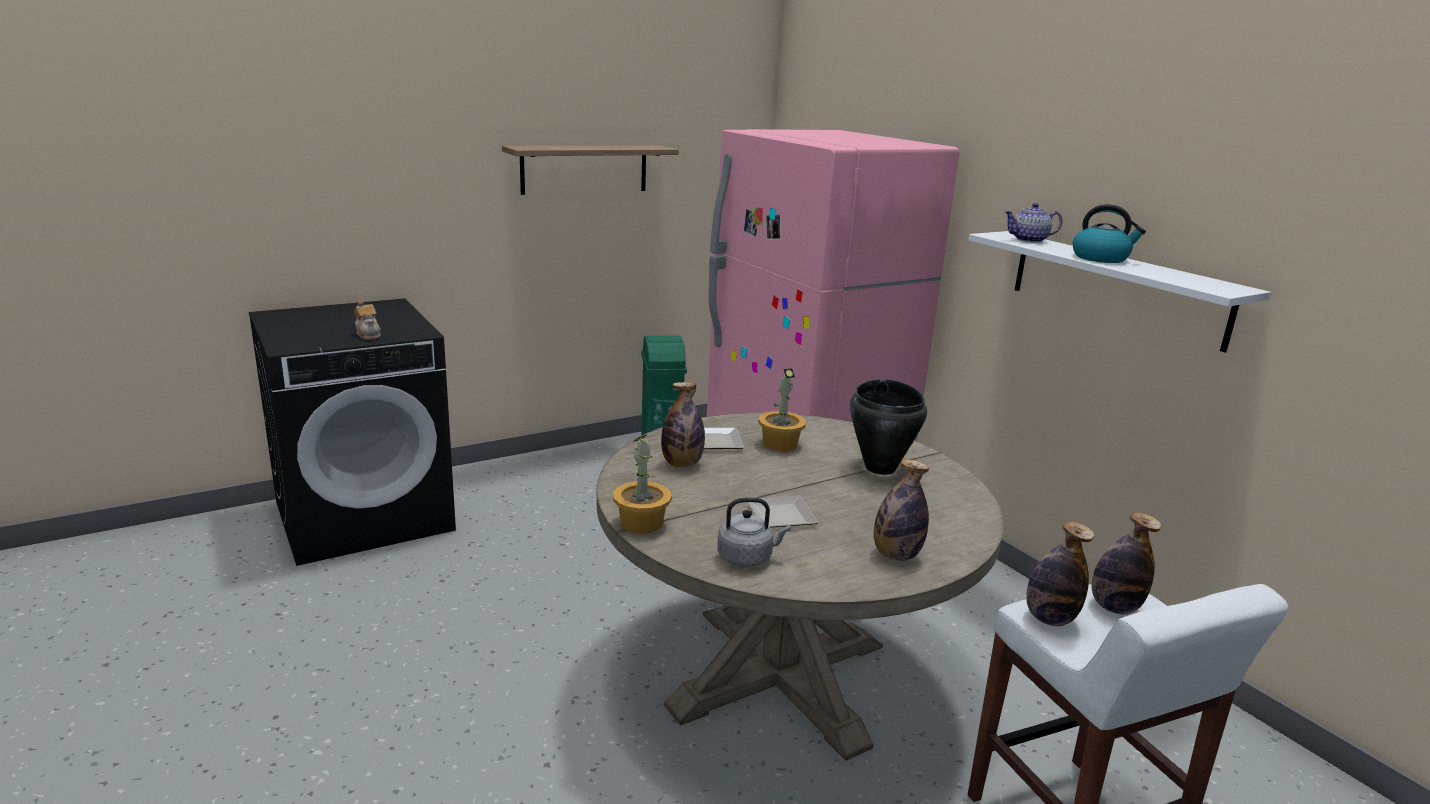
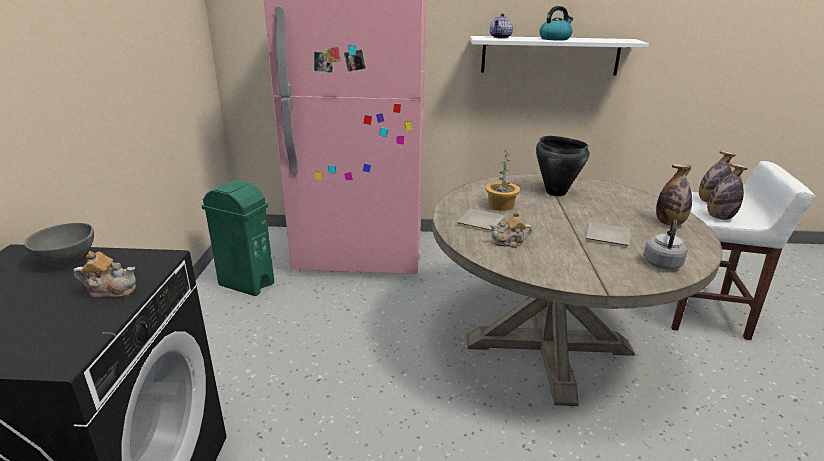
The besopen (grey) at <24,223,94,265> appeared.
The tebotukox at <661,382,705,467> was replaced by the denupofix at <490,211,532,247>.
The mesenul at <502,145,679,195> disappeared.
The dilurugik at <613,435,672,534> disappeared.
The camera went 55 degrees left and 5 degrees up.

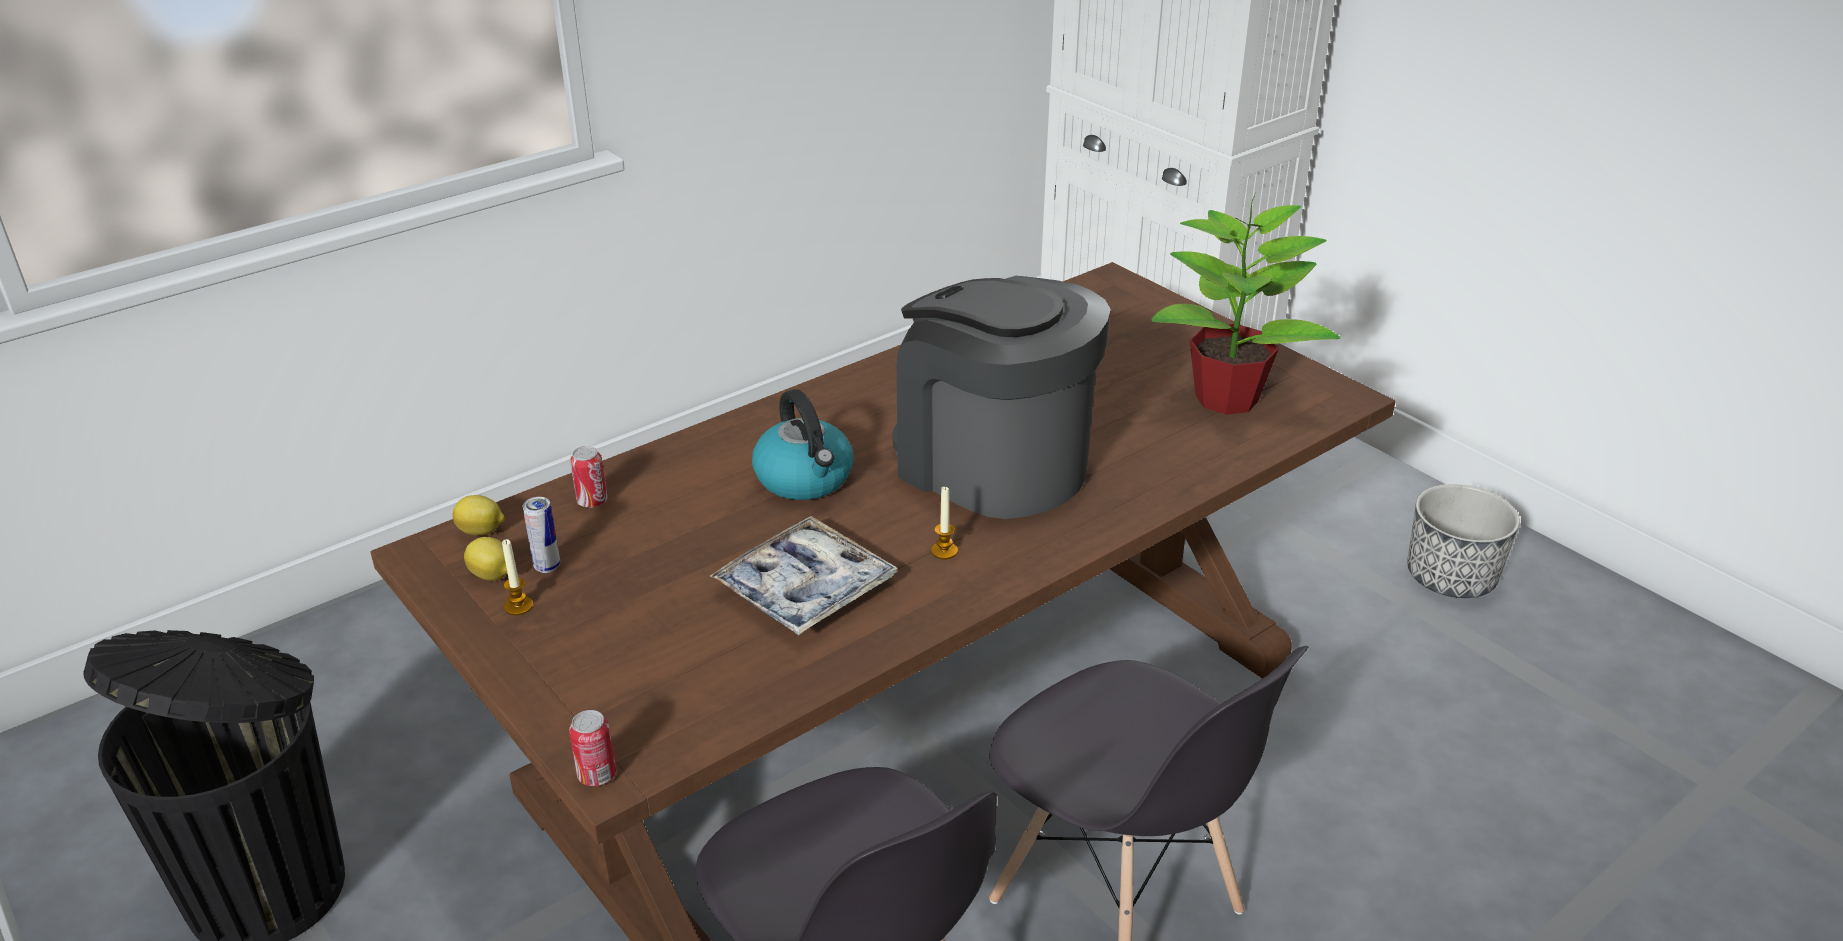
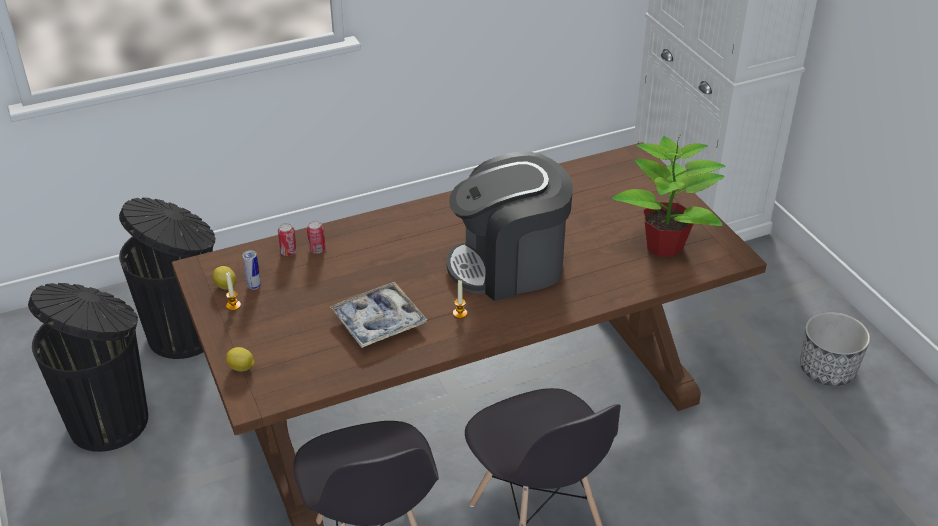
The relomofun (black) at <119,198,215,359> appeared.
The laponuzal moved from <452,495,505,535> to <226,347,255,371>.
The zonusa moved from <569,710,616,786> to <307,221,326,254>.
The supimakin at <892,276,1111,519> turned 75 degrees counterclockwise.
The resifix at <752,389,853,500> disappeared.
The camera went 15 degrees right and 5 degrees up.

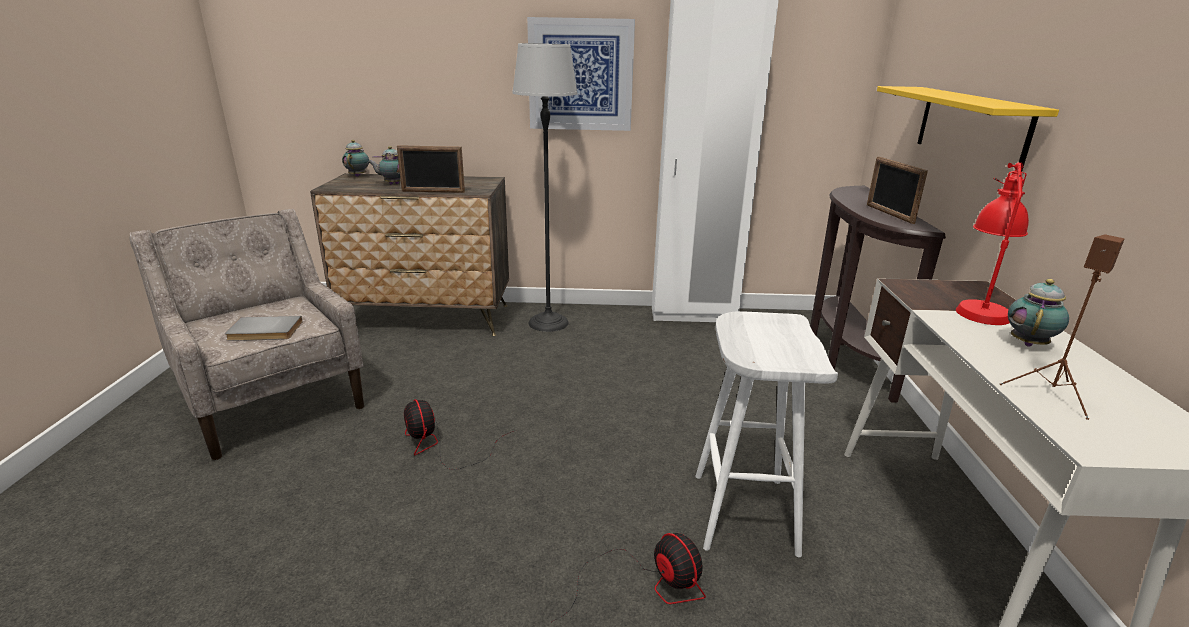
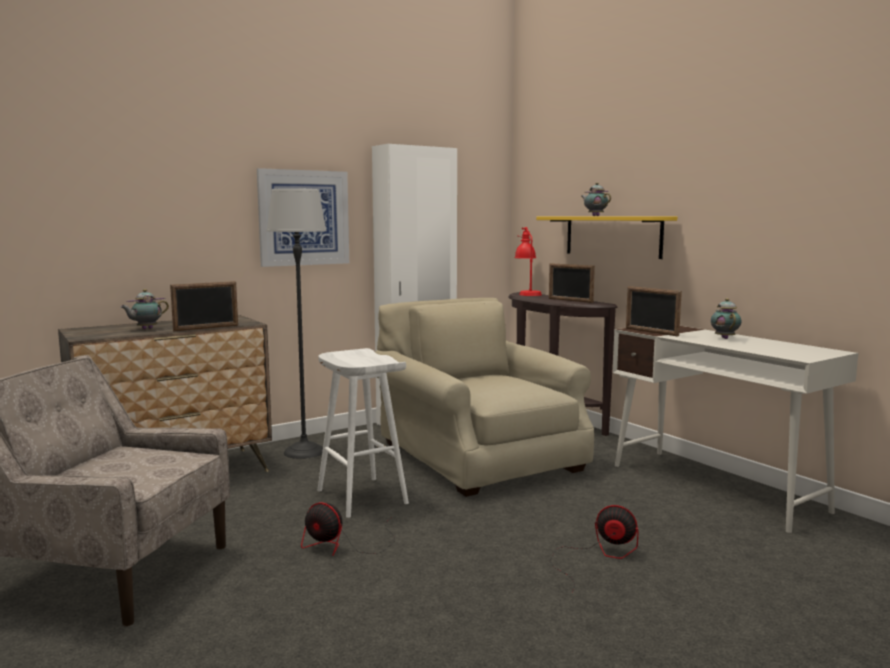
The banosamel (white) moved from <695,311,838,557> to <317,348,409,518>.
The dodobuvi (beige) at <375,298,594,497> appeared.
The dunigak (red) moved from <956,162,1029,325> to <515,227,542,296>.
The denupofix moved from <342,140,369,177> to <581,183,611,216>.
The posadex at <626,286,682,336> appeared.
The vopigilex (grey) at <225,316,303,341> disappeared.
The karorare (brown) at <999,234,1124,420> disappeared.
The camera went 35 degrees left and 15 degrees down.

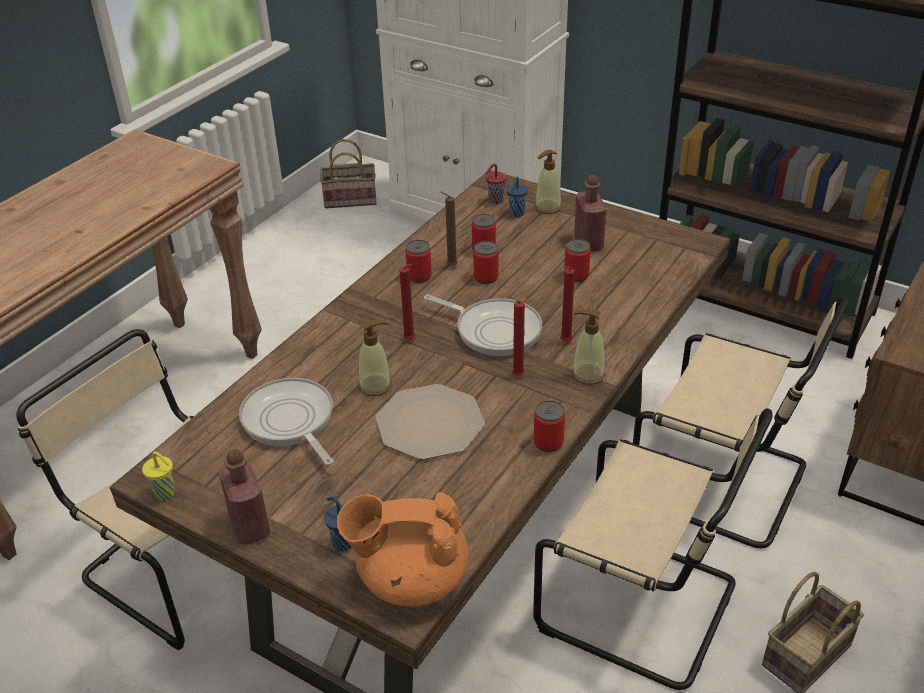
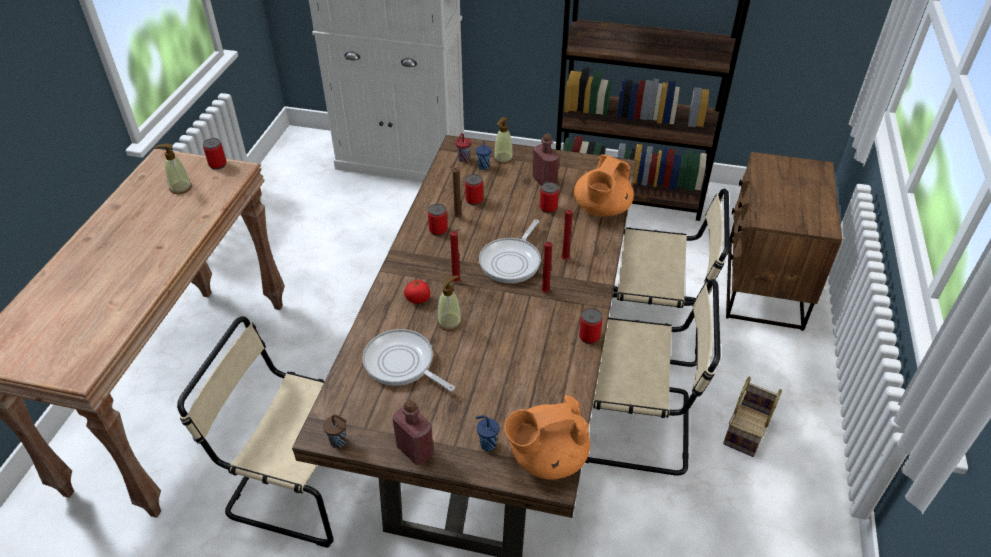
The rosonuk moved from <572,309,605,385> to <155,144,192,194>.
The zonusa moved from <473,241,498,284> to <203,138,226,170>.
The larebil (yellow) at <142,451,175,501> became the larebil (brown) at <323,414,347,448>.
The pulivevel at <404,278,430,303> appeared.
The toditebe at <424,294,542,356> turned 105 degrees clockwise.
The denupofix (orange) at <574,154,634,217> appeared.
The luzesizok at <320,139,377,209> disappeared.
The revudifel at <376,384,485,460> disappeared.
The camera went 20 degrees left and 5 degrees up.

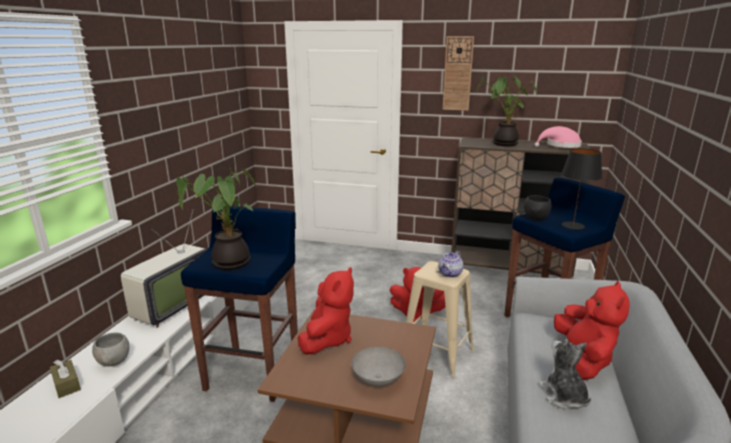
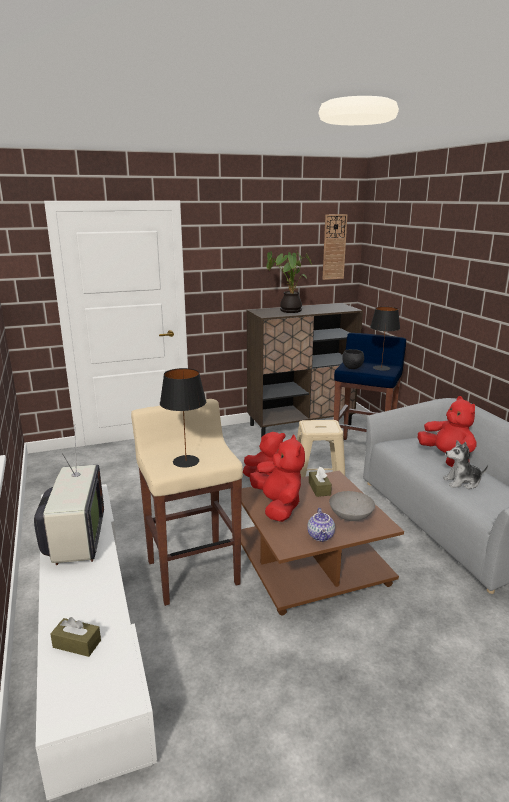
The banosamel (blue) at <181,206,298,402> became the banosamel (beige) at <131,399,243,606>.
The dilurugik at <176,166,256,270> was replaced by the dunigak (black) at <160,368,206,468>.
The denupofix moved from <438,251,463,278> to <307,508,335,542>.
The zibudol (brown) at <309,467,332,497> appeared.
The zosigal moved from <442,36,474,111> to <323,214,347,280>.
The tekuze at <539,339,591,409> turned 45 degrees counterclockwise.
The besopen (grey) at <92,333,129,366> disappeared.
The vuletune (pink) at <534,126,582,148> disappeared.
The camera went 35 degrees left and 0 degrees up.

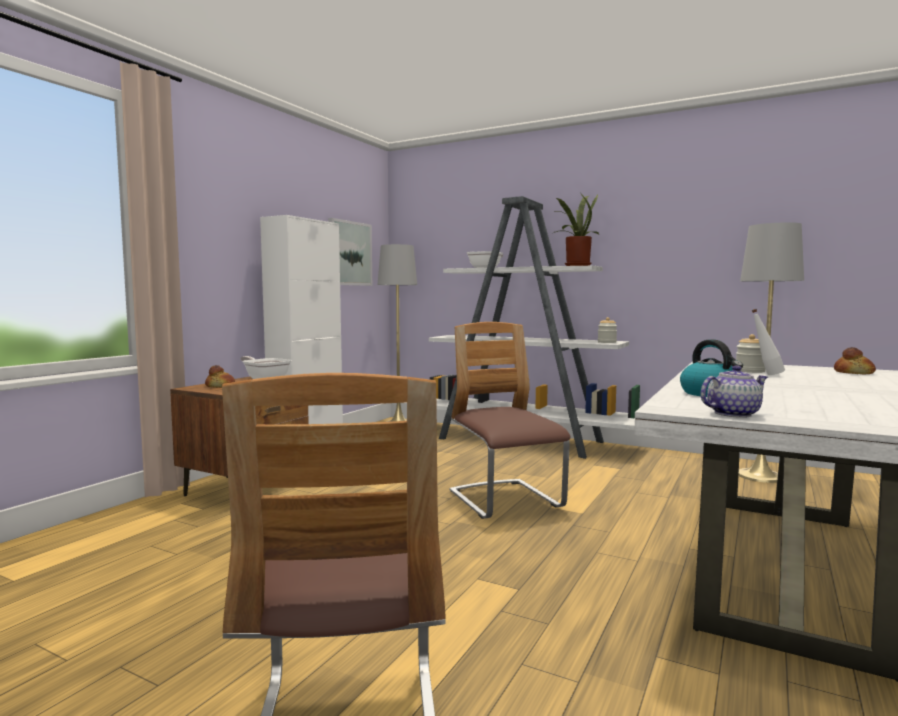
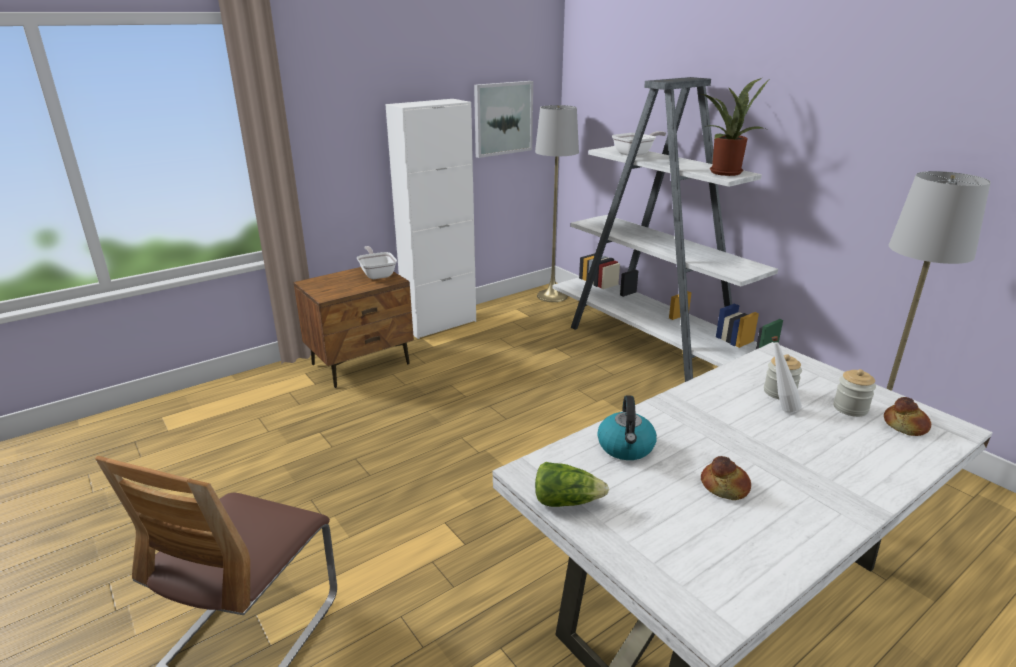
The denupofix at <700,365,768,418> was replaced by the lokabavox at <535,462,609,507>.
The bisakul moved from <205,365,235,388> to <701,456,751,500>.
The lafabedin moved from <598,317,617,343> to <834,369,876,417>.
The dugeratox at <449,322,571,519> disappeared.
The camera went 25 degrees right and 20 degrees up.

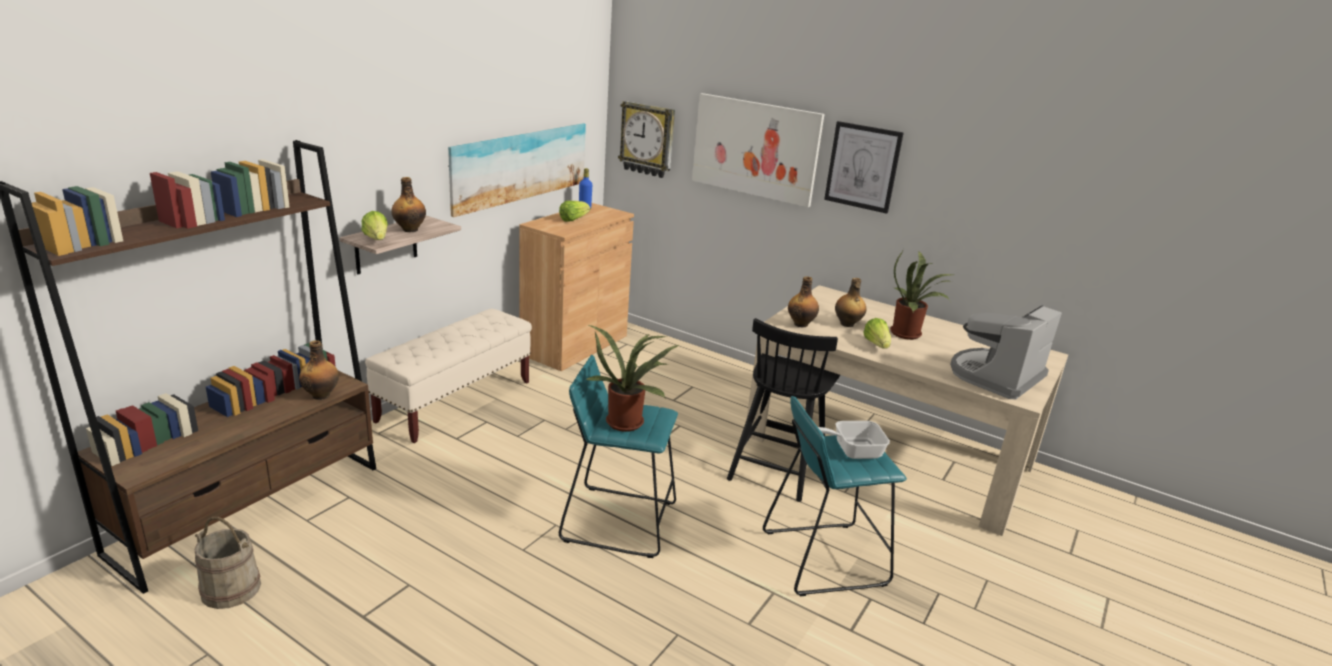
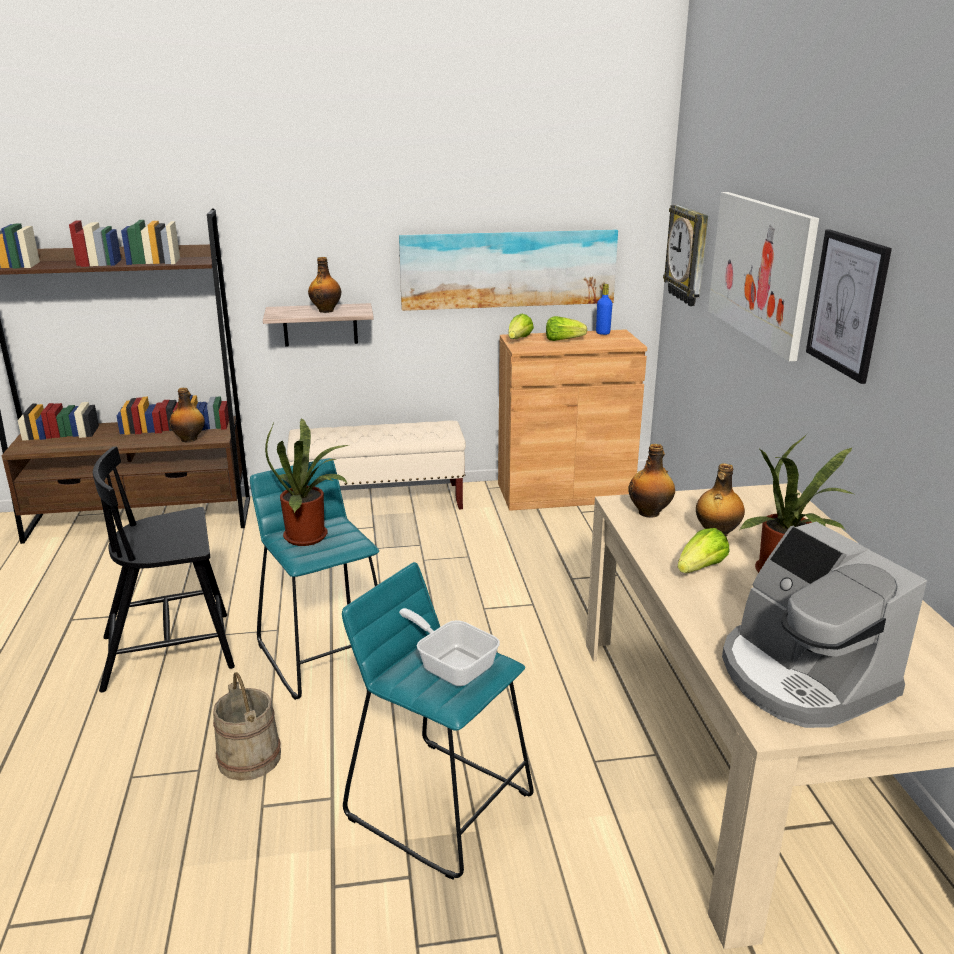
The dugeratox (black) moved from <727,318,840,502> to <93,447,235,692>.
The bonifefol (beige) moved from <194,517,261,609> to <213,672,281,781>.
The lokabavox moved from <362,211,388,240> to <508,314,534,339>.
The supimakin at <950,305,1062,399> turned 120 degrees counterclockwise.
The camera went 50 degrees right and 0 degrees up.

